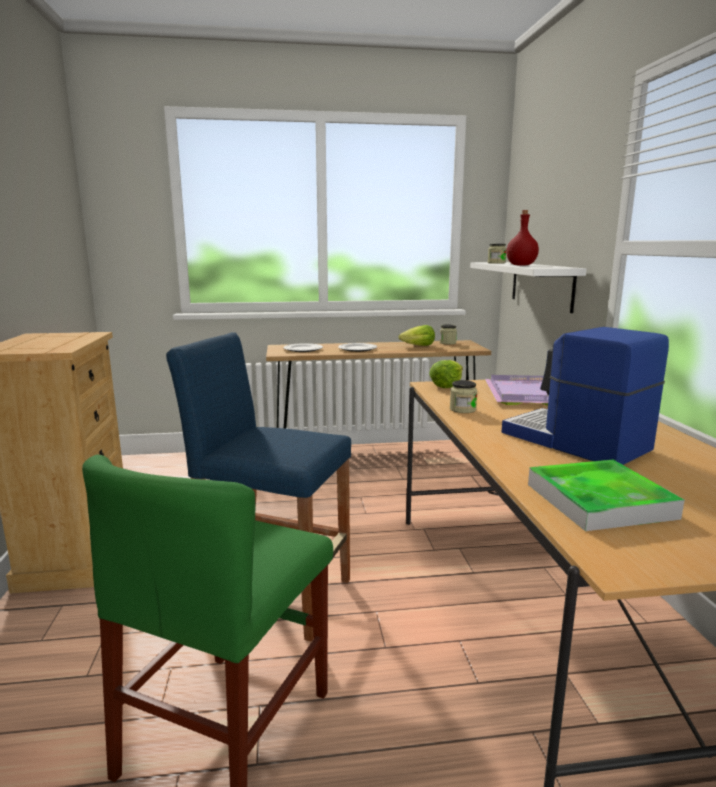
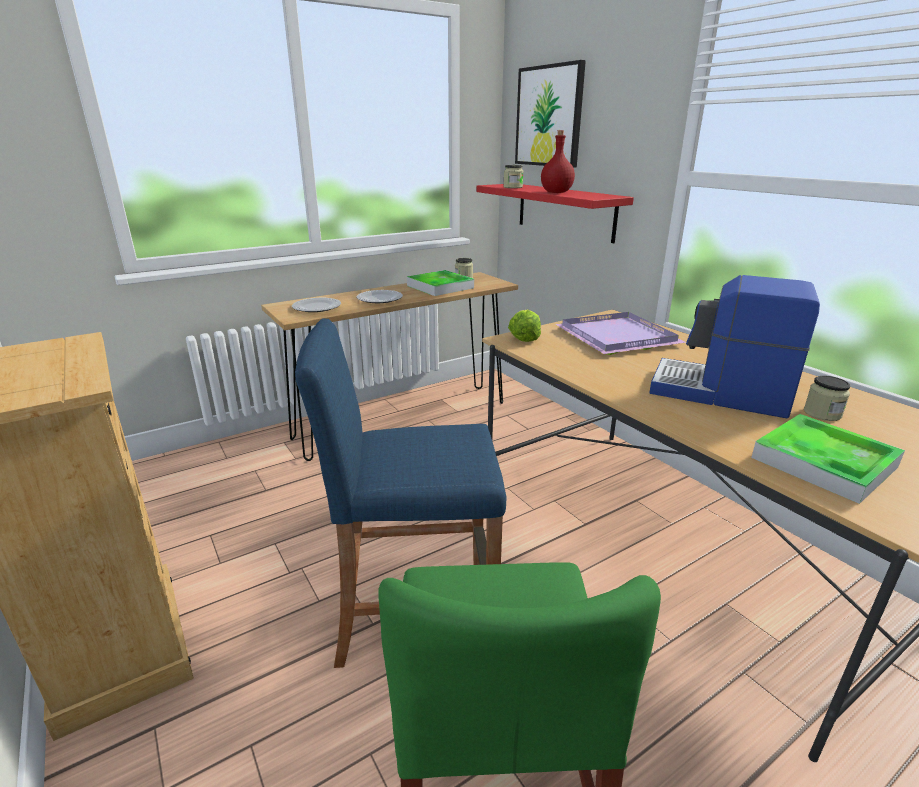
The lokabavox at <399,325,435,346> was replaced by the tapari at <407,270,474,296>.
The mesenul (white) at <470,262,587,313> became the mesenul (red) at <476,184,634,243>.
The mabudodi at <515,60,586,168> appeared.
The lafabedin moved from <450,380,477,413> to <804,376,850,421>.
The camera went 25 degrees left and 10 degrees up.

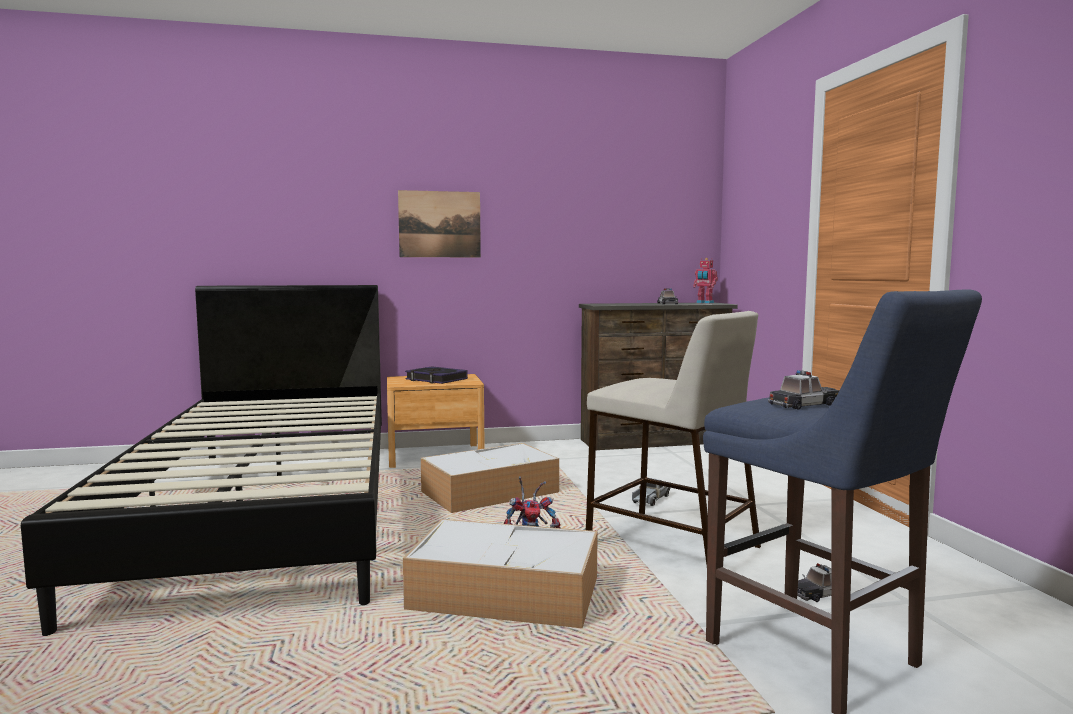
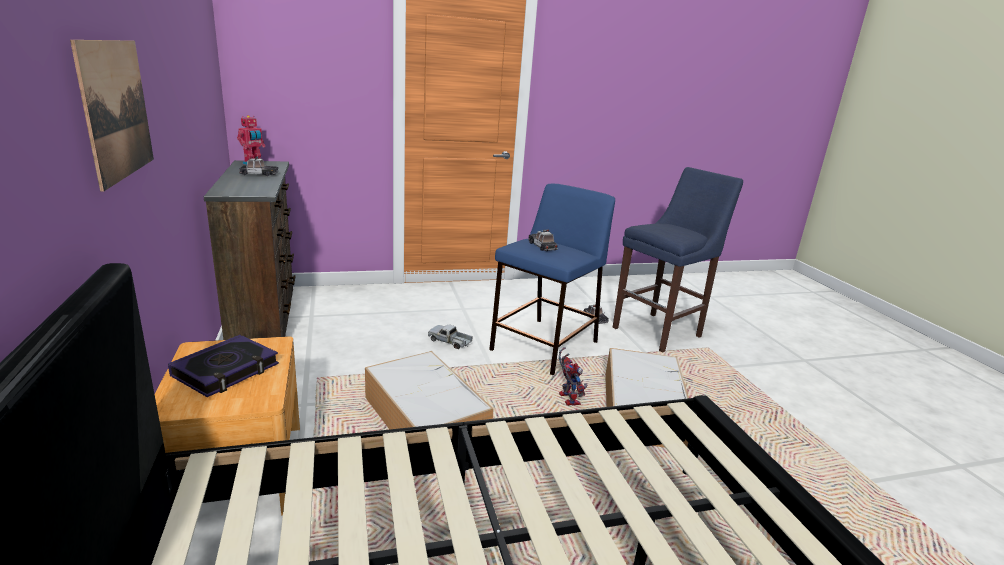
The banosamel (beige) at <586,311,761,565> became the banosamel (blue) at <489,184,615,375>.
The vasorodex moved from <768,370,840,409> to <528,230,558,251>.
The camera went 95 degrees left and 15 degrees up.

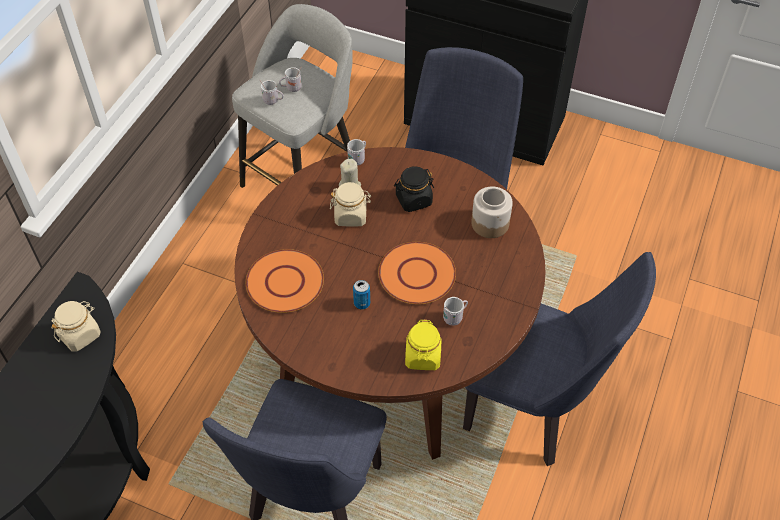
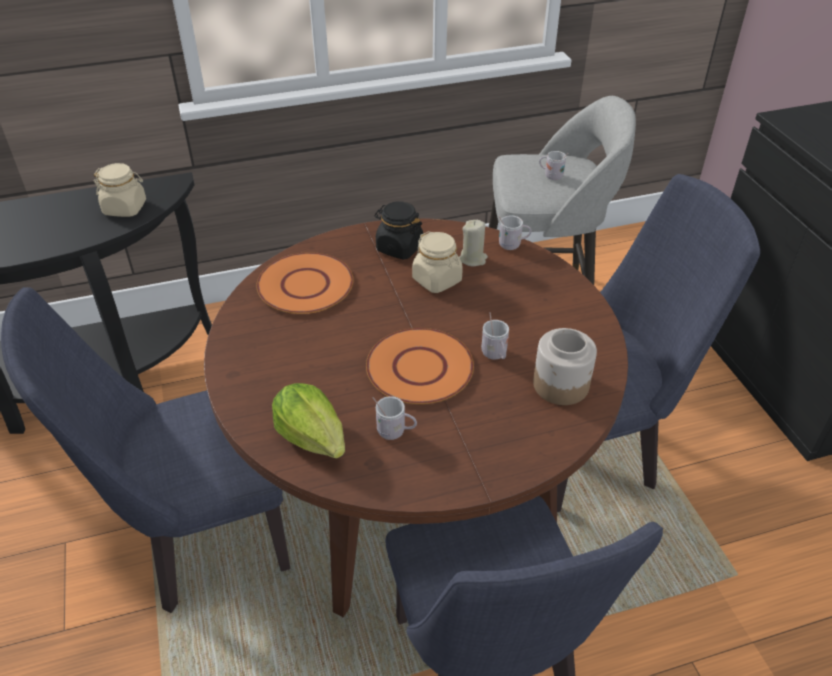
The lafabedin (yellow) at <405,319,441,370> was replaced by the lokabavox at <272,383,345,459>.
The lafabedin (black) moved from <394,166,434,212> to <374,201,423,259>.
The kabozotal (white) moved from <259,79,284,105> to <481,312,509,360>.
The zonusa at <353,280,370,309> disappeared.
The camera went 50 degrees right and 10 degrees down.

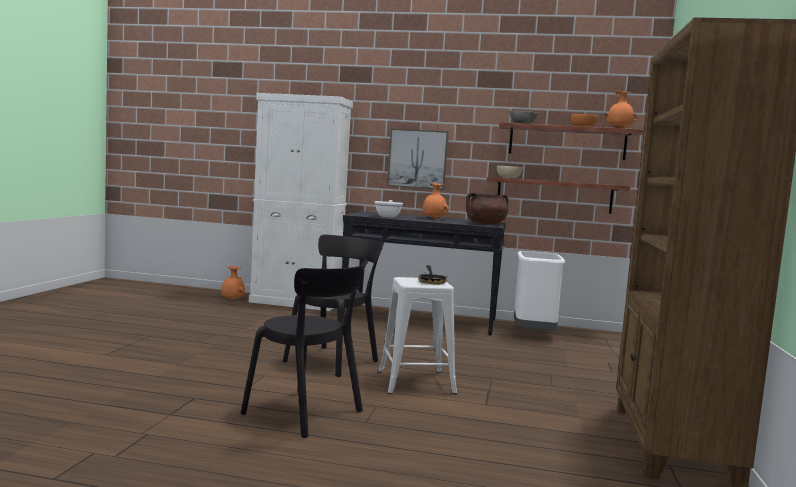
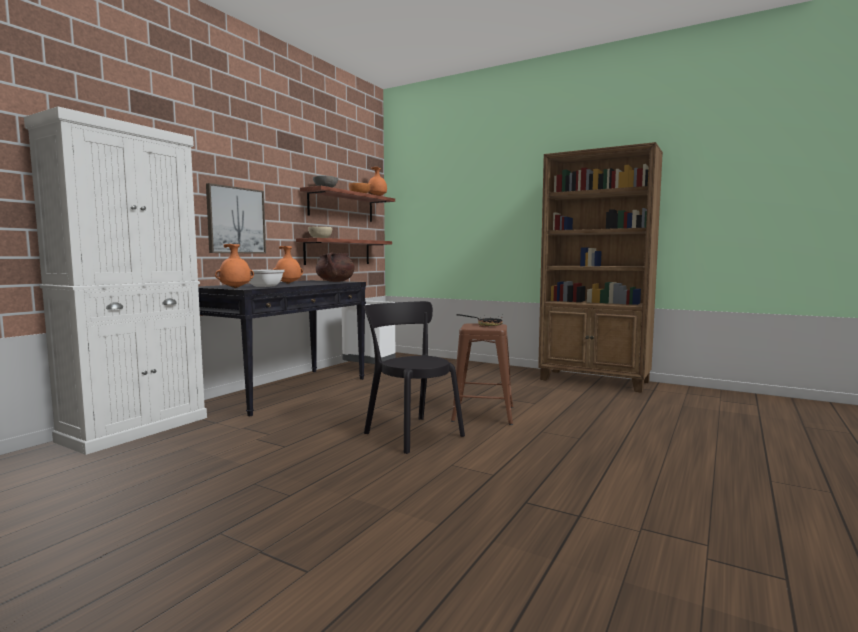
The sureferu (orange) moved from <221,266,245,300> to <215,244,254,288>.
The banosamel (white) at <378,277,457,394> became the banosamel (brown) at <451,323,513,425>.
The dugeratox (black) at <240,259,368,438> disappeared.
The camera went 70 degrees left and 0 degrees up.

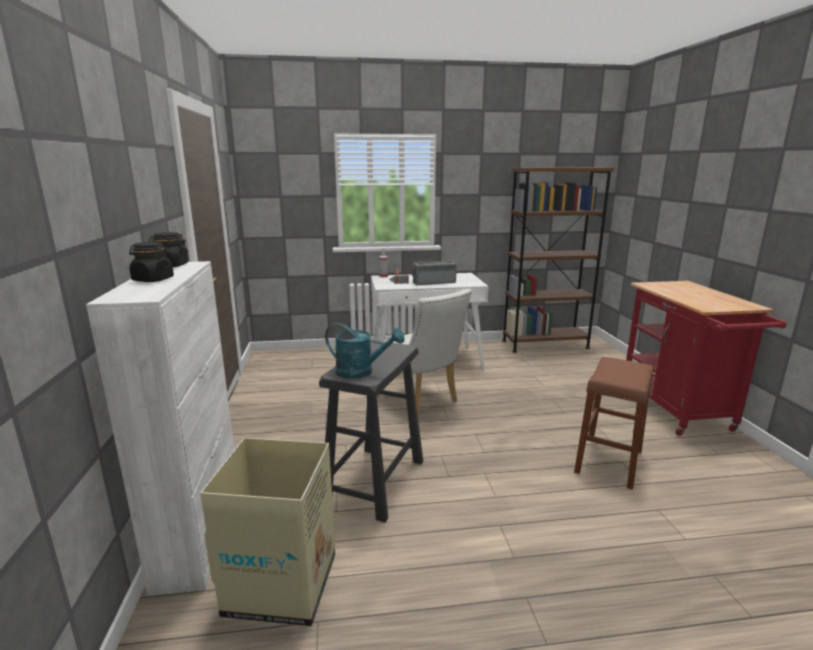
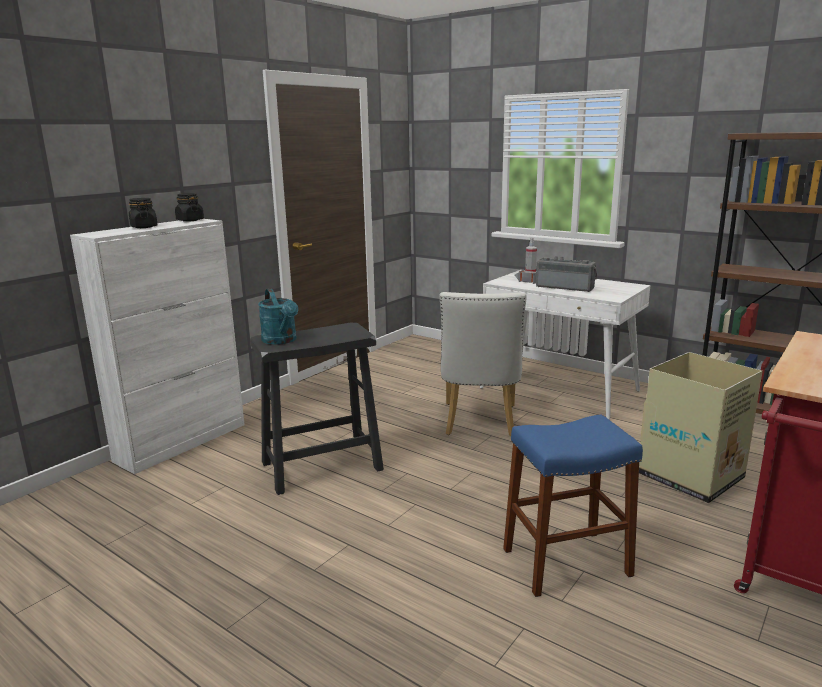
The banosamel (brown) at <574,357,654,490> became the banosamel (blue) at <503,414,643,597>.
The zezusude moved from <200,438,335,626> to <639,352,763,503>.
The camera went 45 degrees right and 0 degrees up.

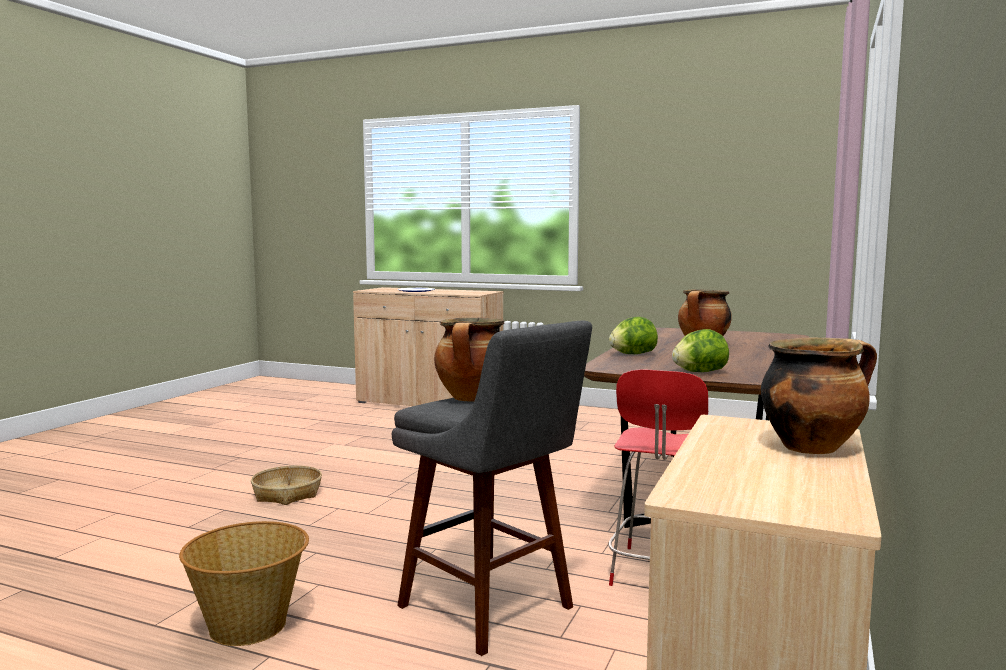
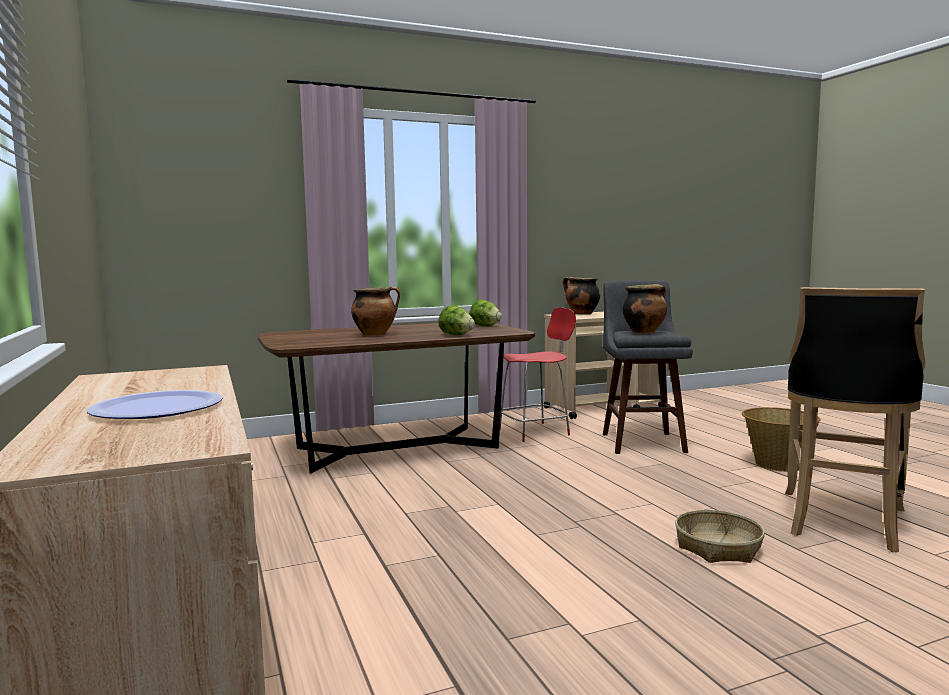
The banosamel (black) at <785,287,925,552> appeared.
The camera went 135 degrees left and 0 degrees up.

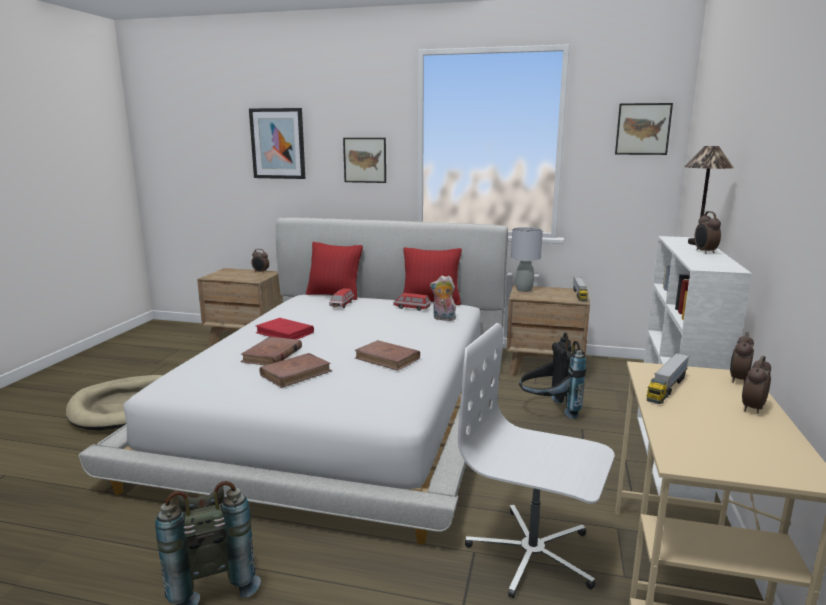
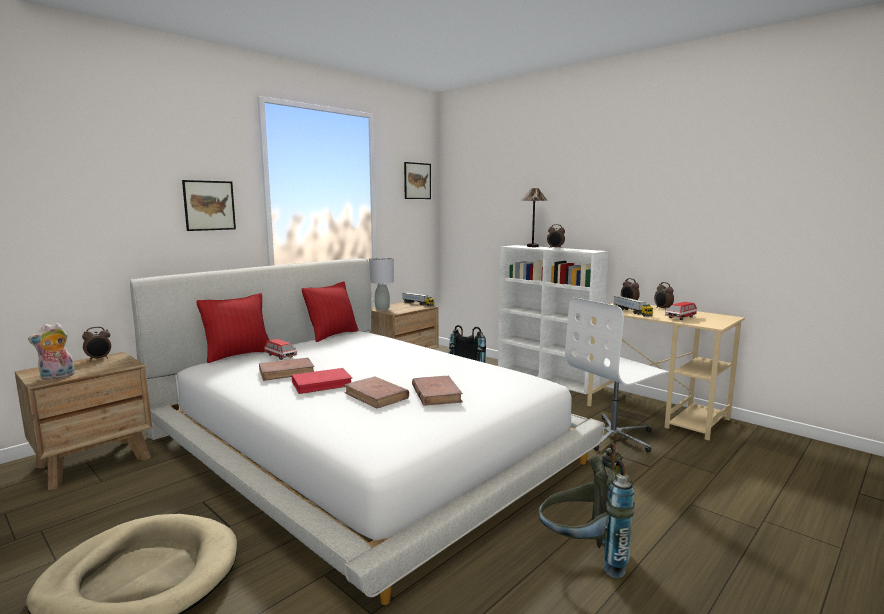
The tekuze moved from <430,276,456,322> to <28,322,75,380>.
The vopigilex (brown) moved from <354,340,420,370> to <259,358,315,381>.
The vasorodex moved from <393,293,431,311> to <665,302,697,320>.
The mabudodi at <249,108,305,179> disappeared.
The camera went 60 degrees left and 5 degrees down.

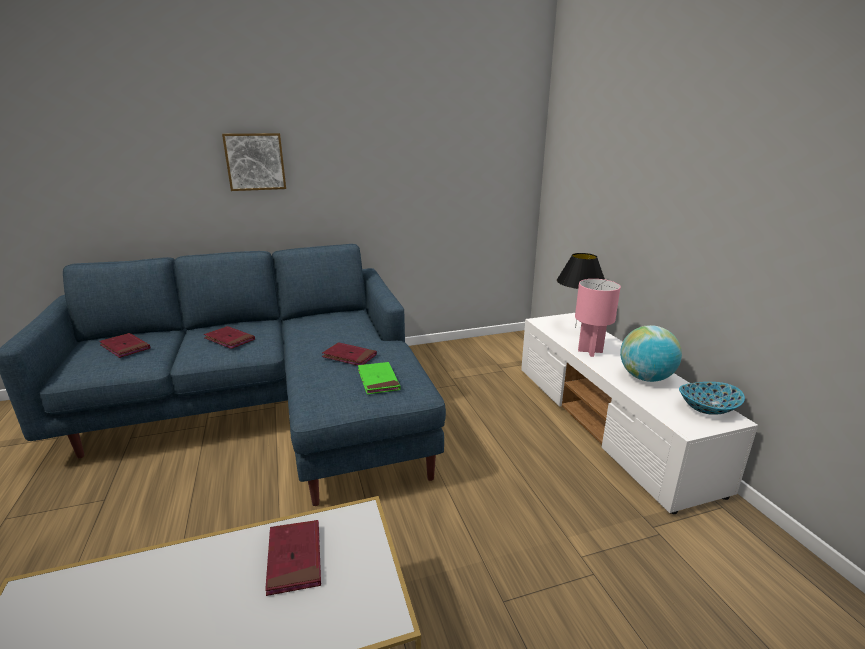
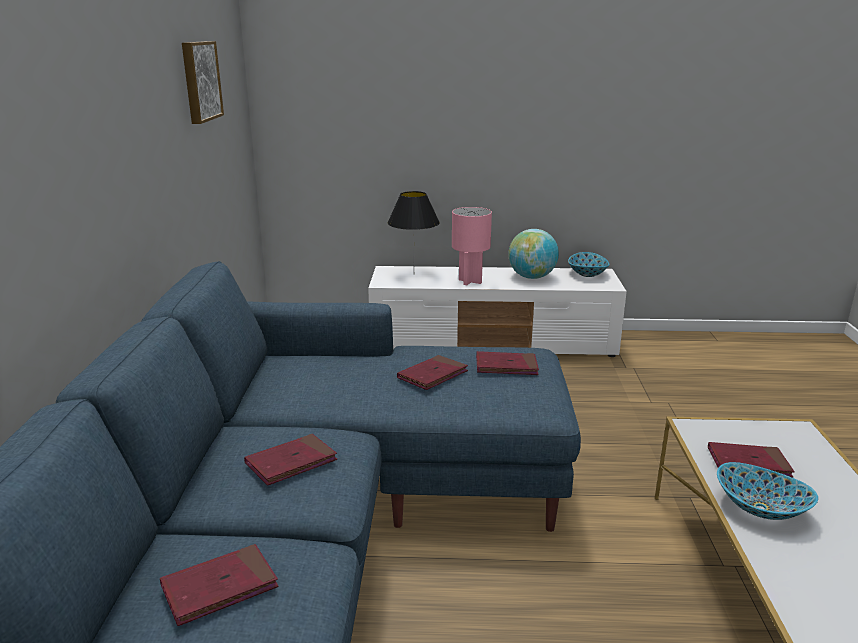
The mabudodi moved from <222,133,286,191> to <182,41,224,124>.
The vopigilex (green) at <358,362,401,394> became the vopigilex (red) at <476,351,539,375>.
The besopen at <717,462,818,520> appeared.
The camera went 70 degrees left and 0 degrees up.

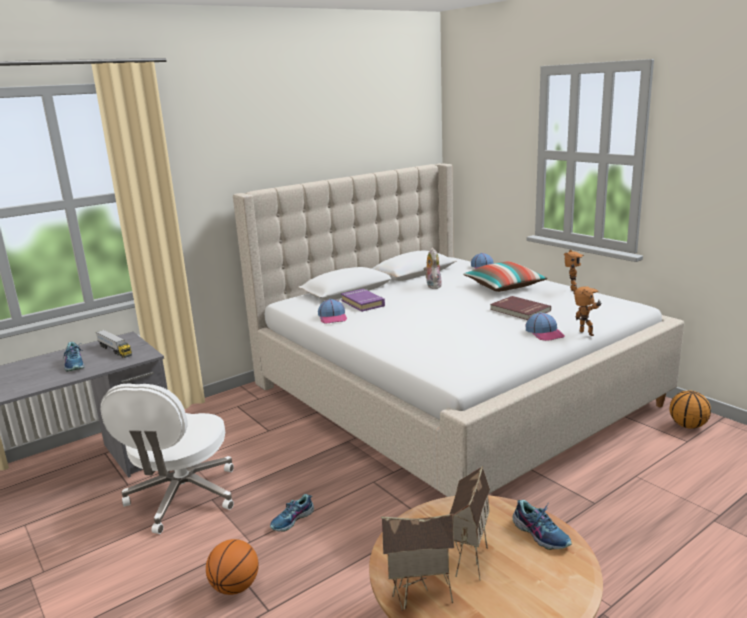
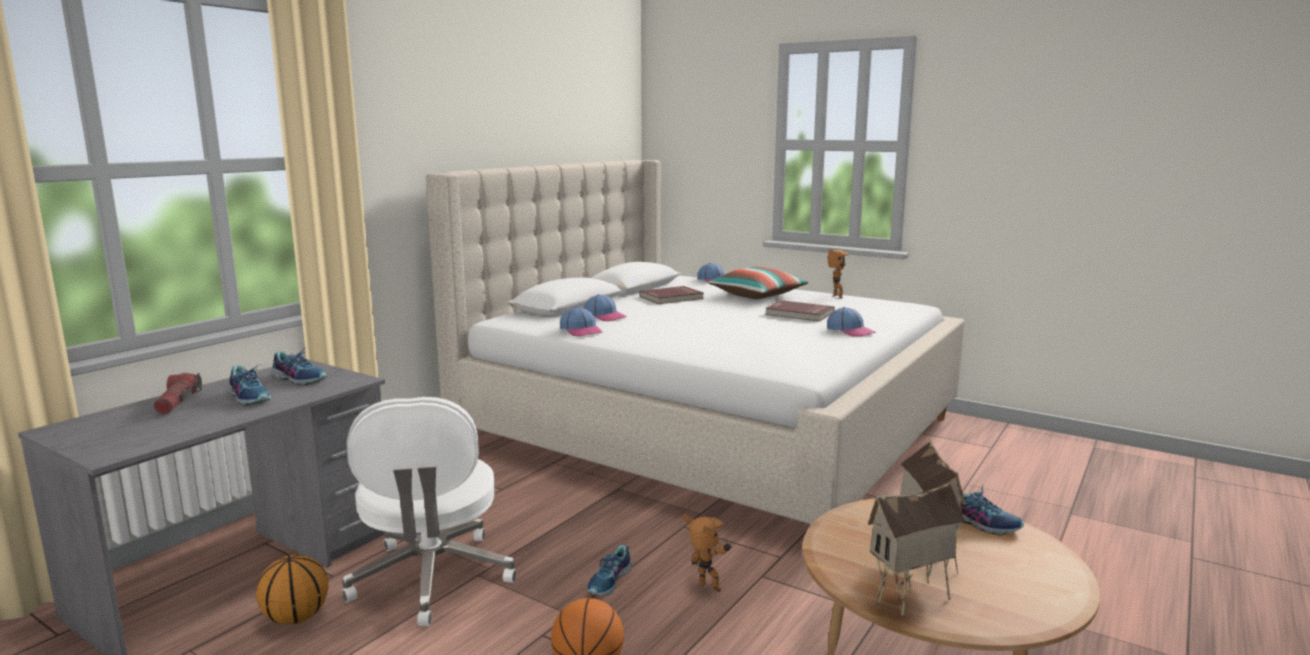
The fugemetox at <154,373,202,414> appeared.
The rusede moved from <670,391,711,429> to <256,555,328,625>.
The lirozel at <96,330,132,358> was replaced by the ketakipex at <271,348,327,385>.
The vopigilex (purple) at <341,289,385,312> was replaced by the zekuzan at <584,294,627,321>.
The tekuze at <424,248,442,289> was replaced by the vopigilex (red) at <640,286,704,304>.
The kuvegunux moved from <570,285,602,336> to <682,514,732,592>.
The camera went 20 degrees left and 5 degrees down.

